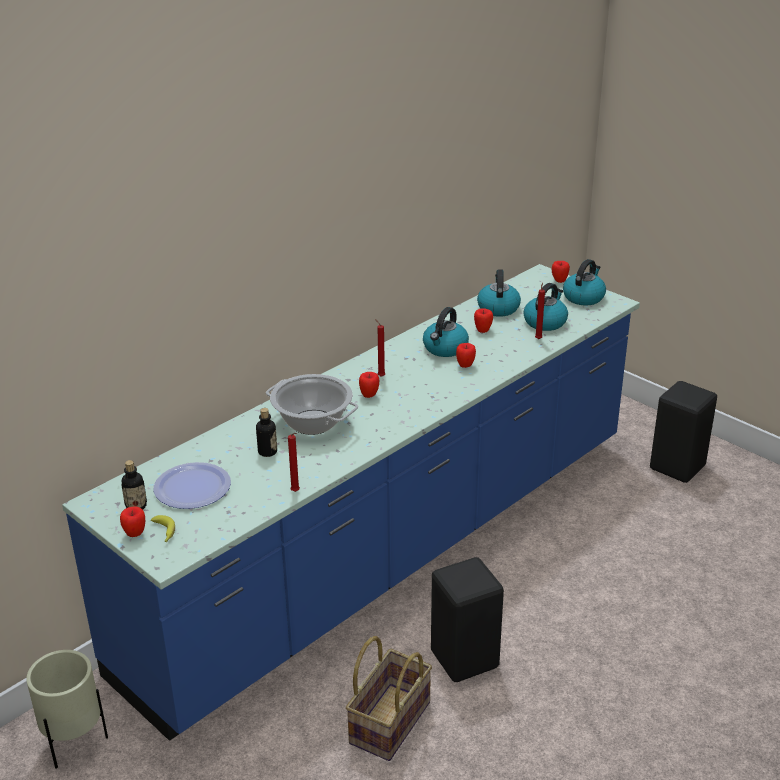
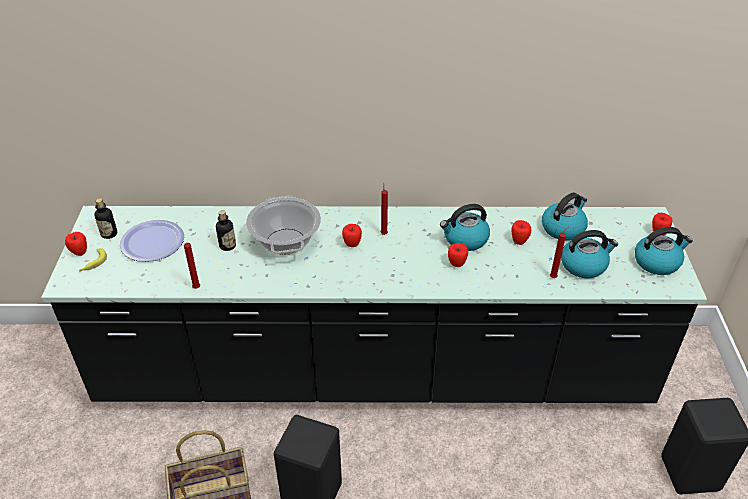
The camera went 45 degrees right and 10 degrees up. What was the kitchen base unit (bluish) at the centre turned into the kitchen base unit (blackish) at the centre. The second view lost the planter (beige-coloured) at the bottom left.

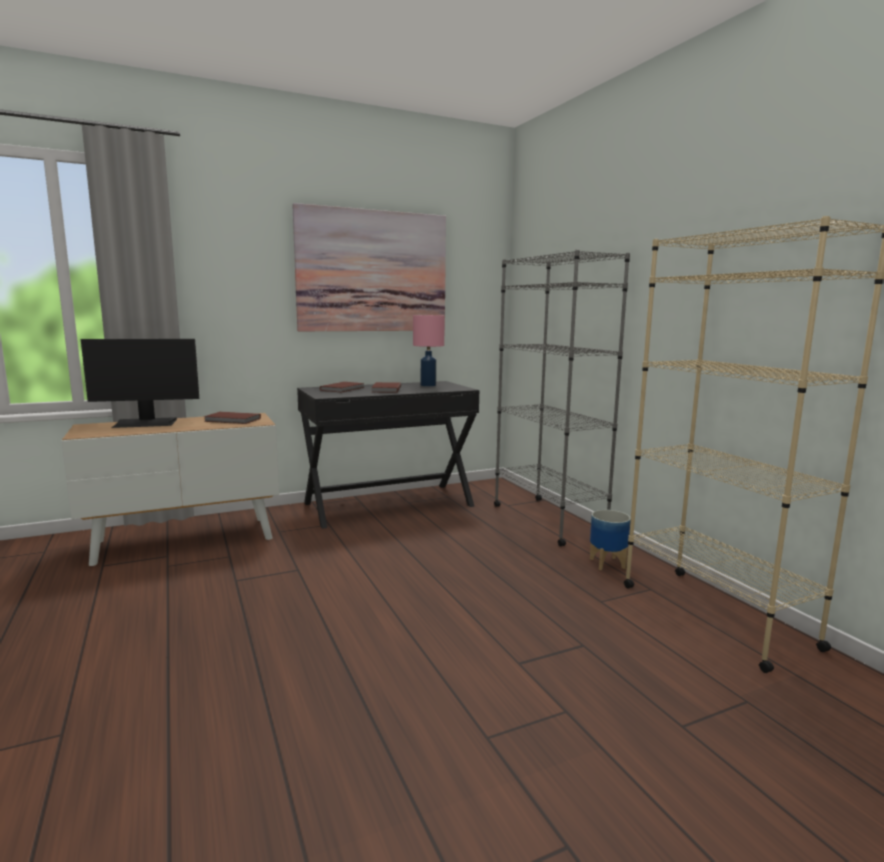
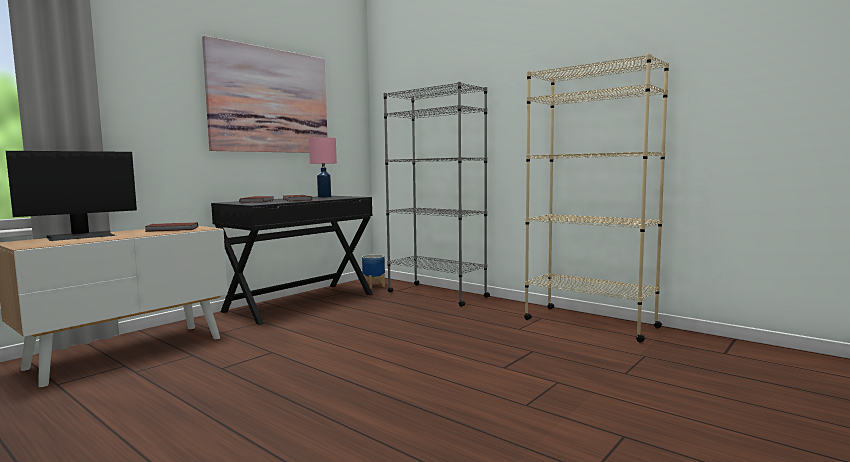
The camera went 25 degrees left and 5 degrees down. The planter ended up elsewhere, having gone from the middle right to the centre.

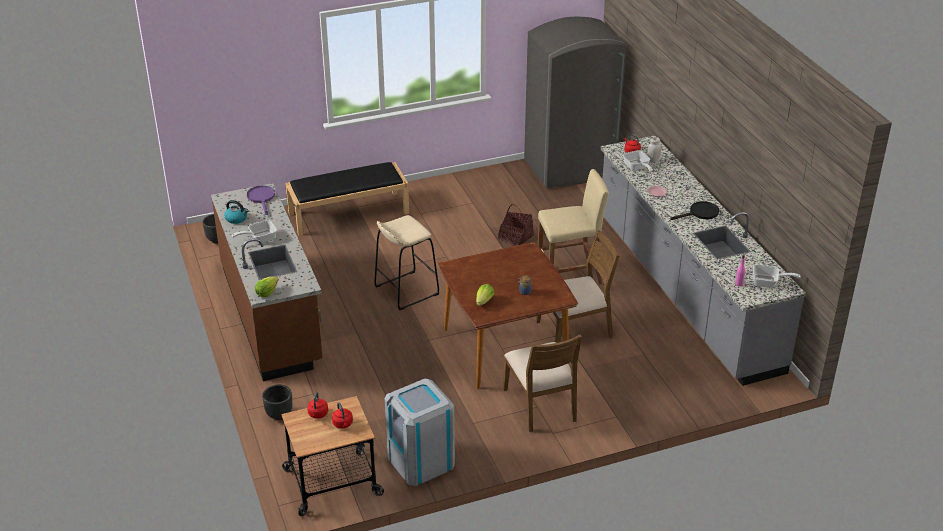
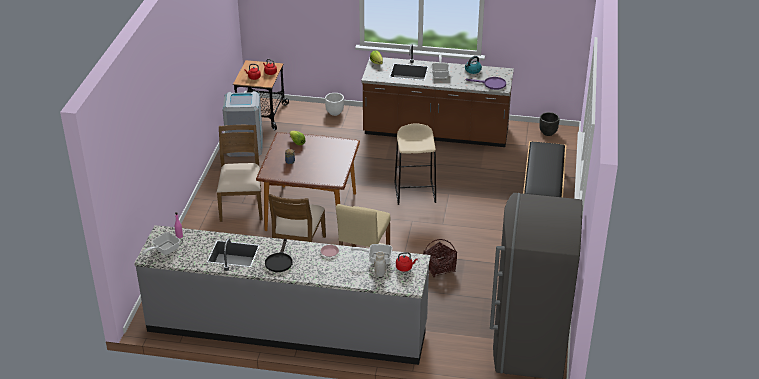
The camera went 120 degrees right and 0 degrees up. The upright chair (brownish) (1st from left) at the bottom centre ended up facing another way, 75 degrees clockwise from before. What was the planter (blackish) (2nd from left) at the bottom left turned into the planter (white-coloured) at the top centre.

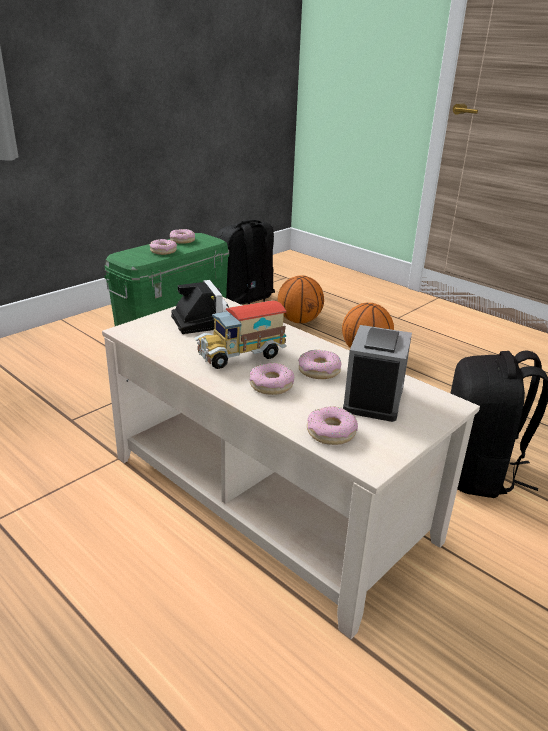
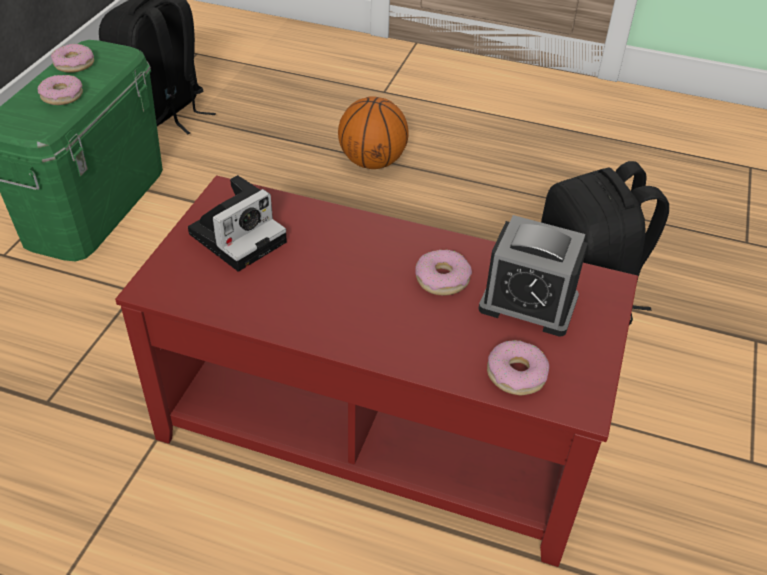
The camera went 25 degrees left and 15 degrees up. The second view lost the basketball (1st from left) at the centre. The photo camera at the centre ended up facing another way, 90 degrees clockwise from before. What was the low table (beige-coloured) at the centre turned into the low table (red) at the centre. The second view lost the model truck at the centre. The table clock at the middle right ended up facing another way, 120 degrees clockwise from before. The second view lost the doughnut (3rd from left) at the centre.

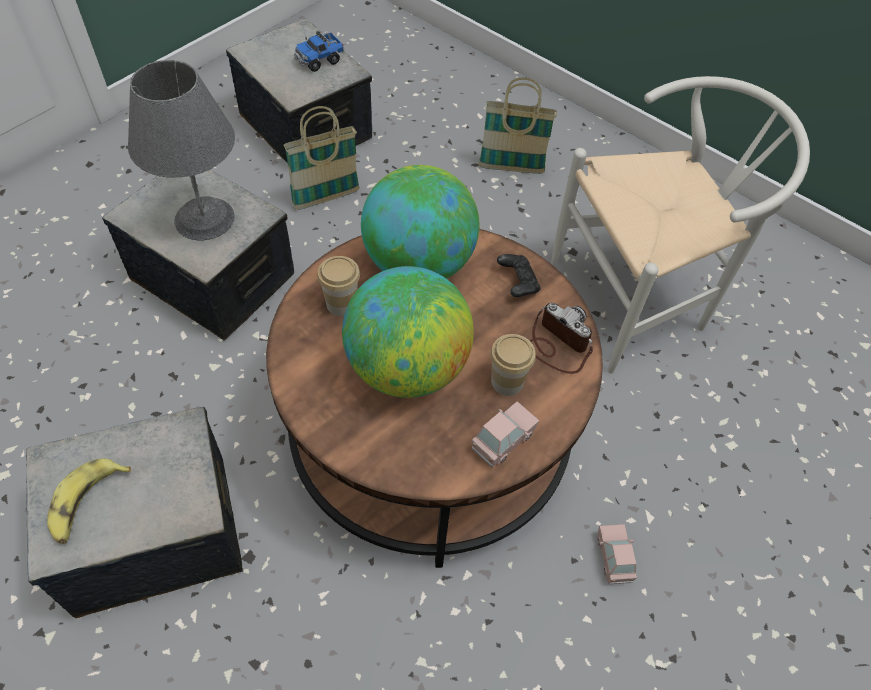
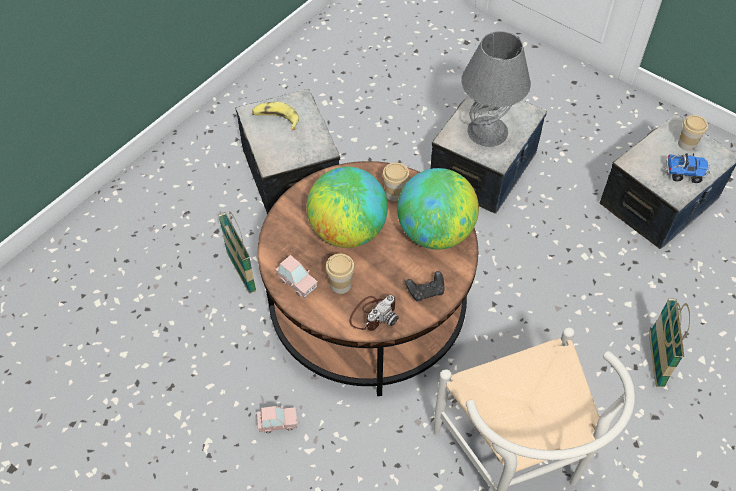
The camera went 90 degrees right and 0 degrees up. The model truck at the top centre ended up facing another way, 135 degrees clockwise from before. The basket (1st from left) ended up elsewhere, having gone from the top centre to the middle left. The second view gained the small cup (3rd from left) at the top right.

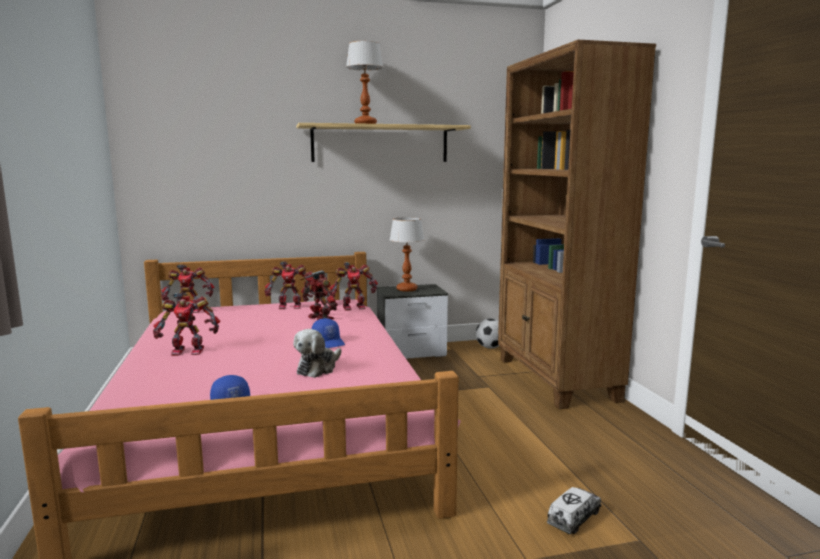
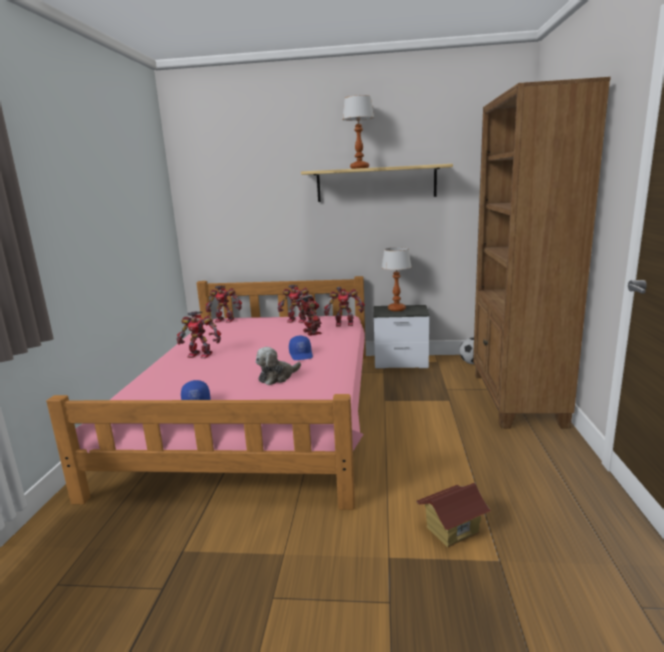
The camera went 20 degrees right and 5 degrees up. Where the model truck stood at the bottom right, the toy house came to stand at the bottom right.

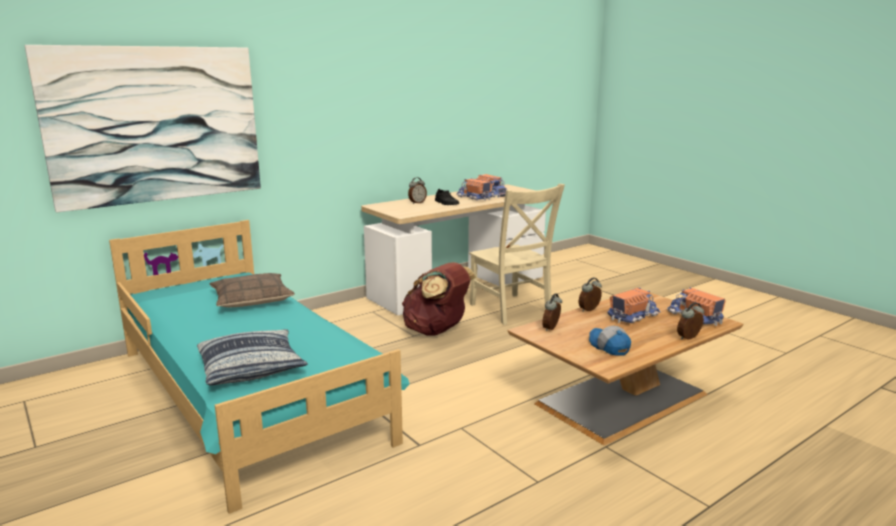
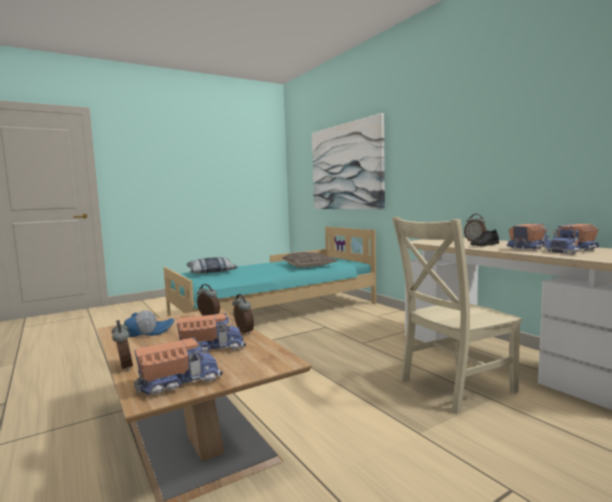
The camera went 95 degrees right and 10 degrees down. The second view lost the rucksack (brownish) at the centre. The model truck (3rd from left in the first image) at the middle right ended up facing another way, 75 degrees counterclockwise from before.

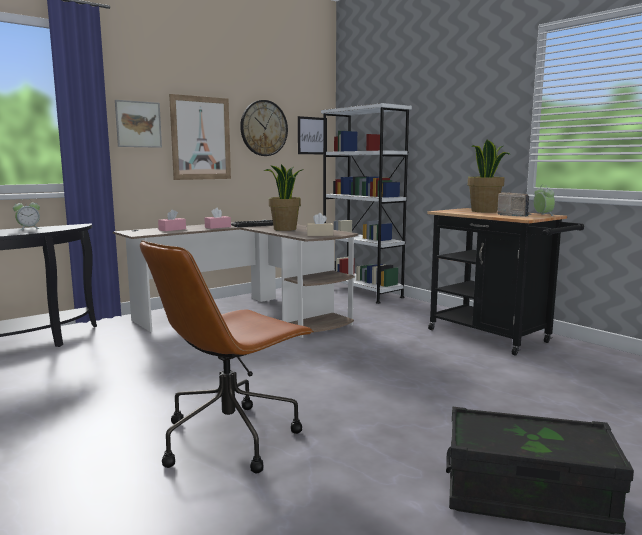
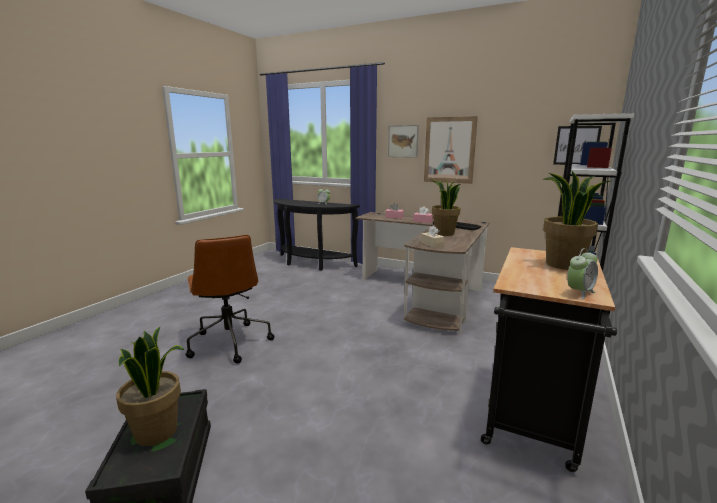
The camera went 65 degrees right and 5 degrees up. The second view lost the wall clock at the top centre. The second view lost the radio set at the middle right. The computer chair (brownish) at the bottom centre ended up facing another way, 135 degrees counterclockwise from before. The second view gained the plant in a pot (1st from left) at the bottom left.

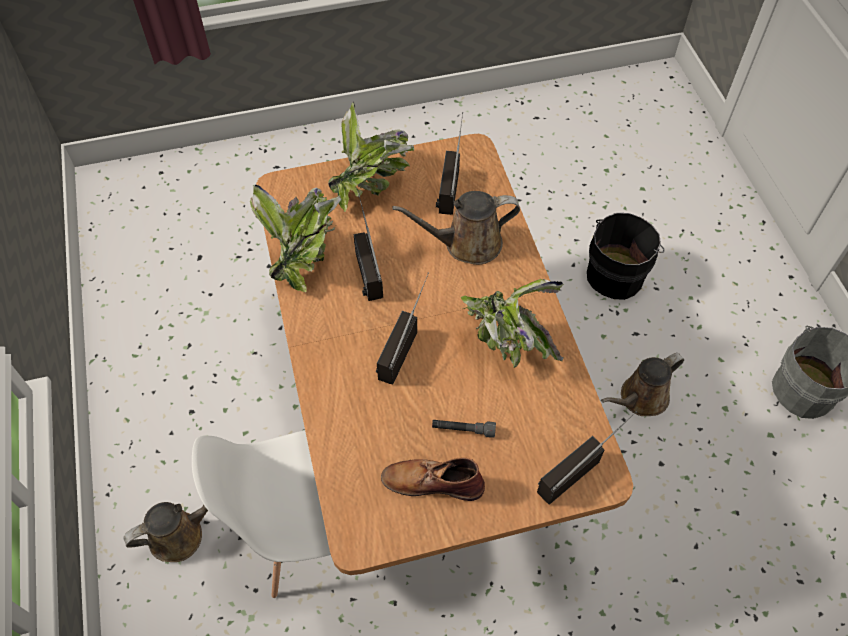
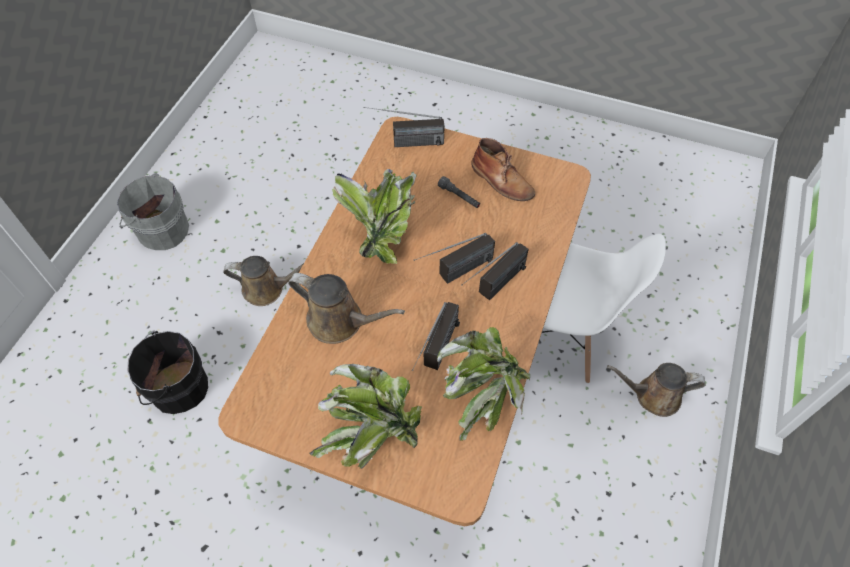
The camera went 145 degrees left and 0 degrees up. The radio set (3rd from left in the first image) ended up elsewhere, having gone from the top centre to the centre.

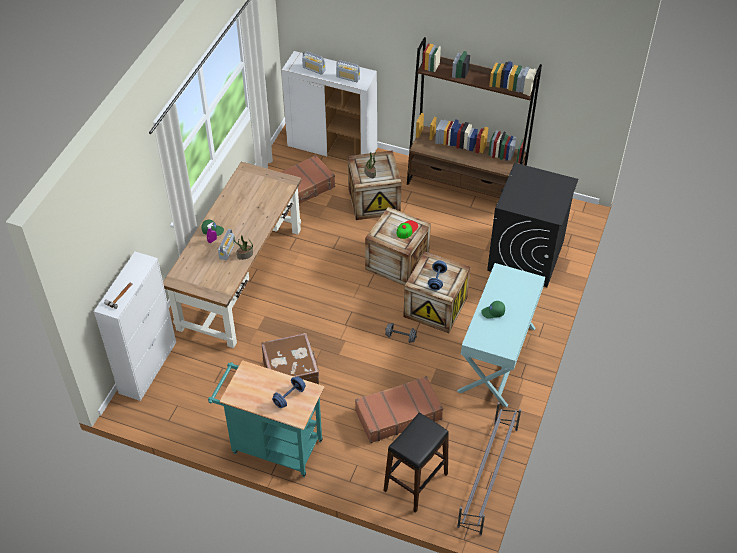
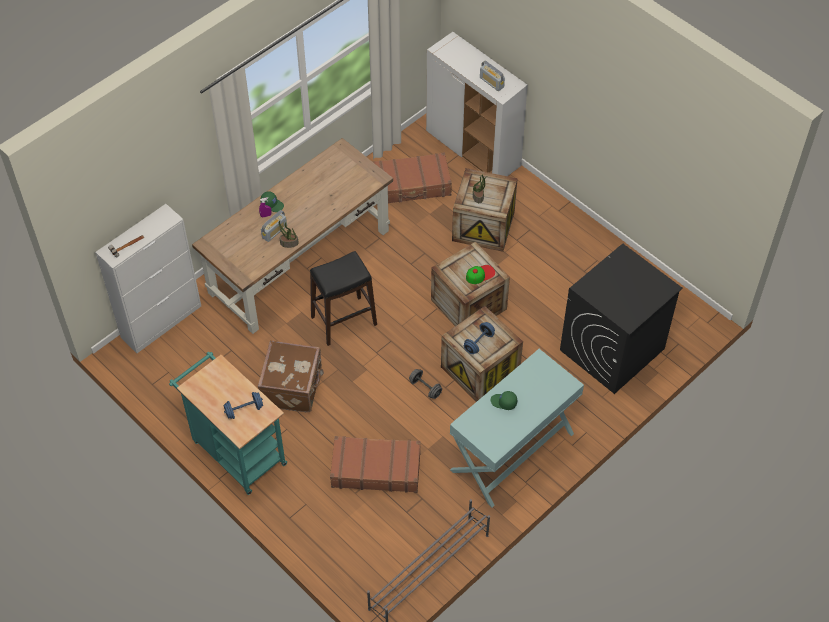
The camera went 25 degrees right and 5 degrees up. The second view lost the bookcase (brownish) at the top centre. The second view lost the radio set (2nd from left) at the top centre. The sitting stool (blackish) ended up elsewhere, having gone from the bottom centre to the centre.

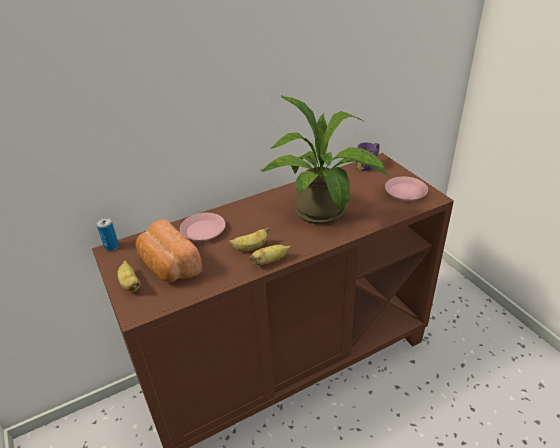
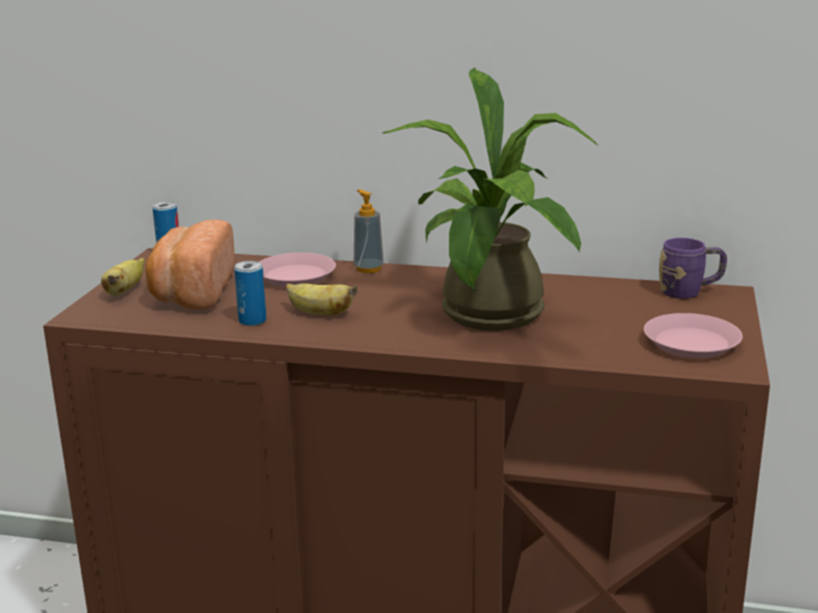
The camera went 40 degrees right and 15 degrees down. The second view lost the whole banana (3rd from left) at the centre. The second view gained the soap bottle at the centre. The second view gained the sealed can (2nd from left) at the middle left.

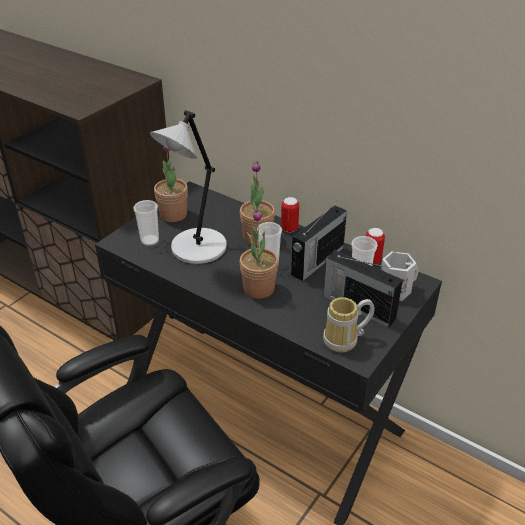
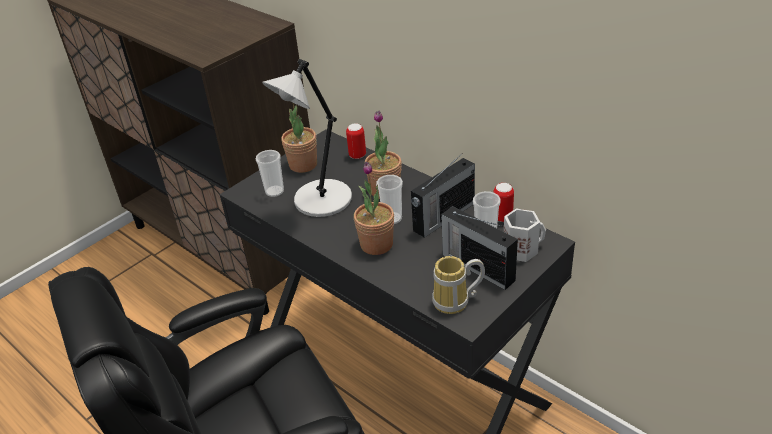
The camera went 10 degrees right and 0 degrees up. The sealed can (1st from left) ended up elsewhere, having gone from the centre to the top centre.

